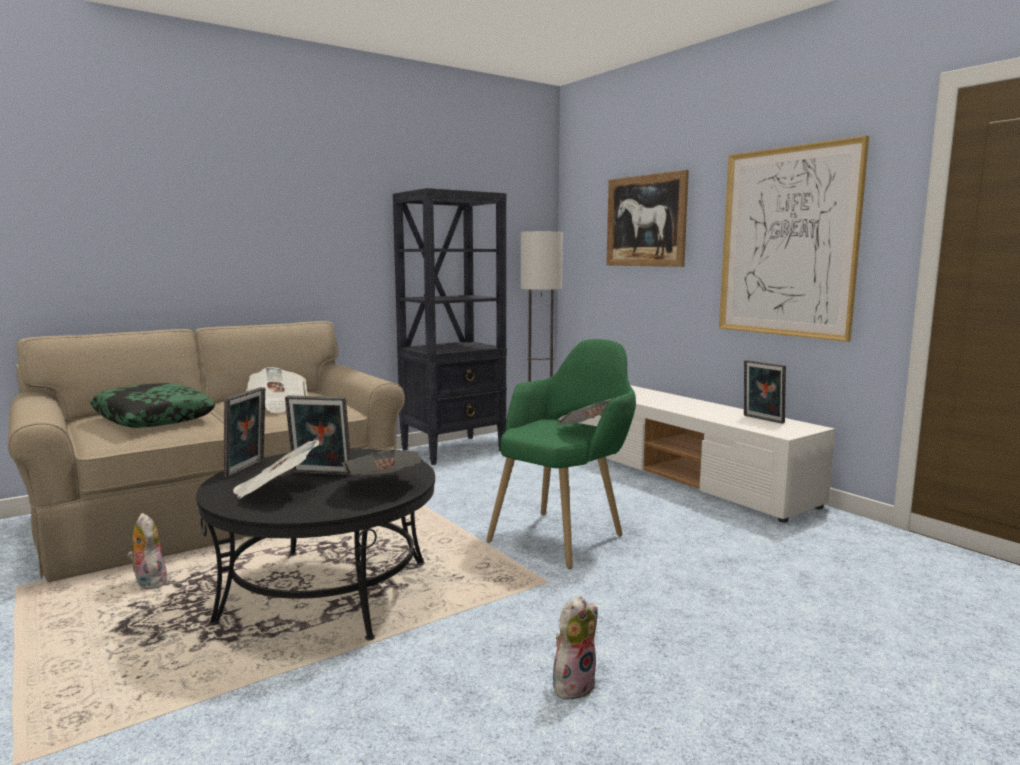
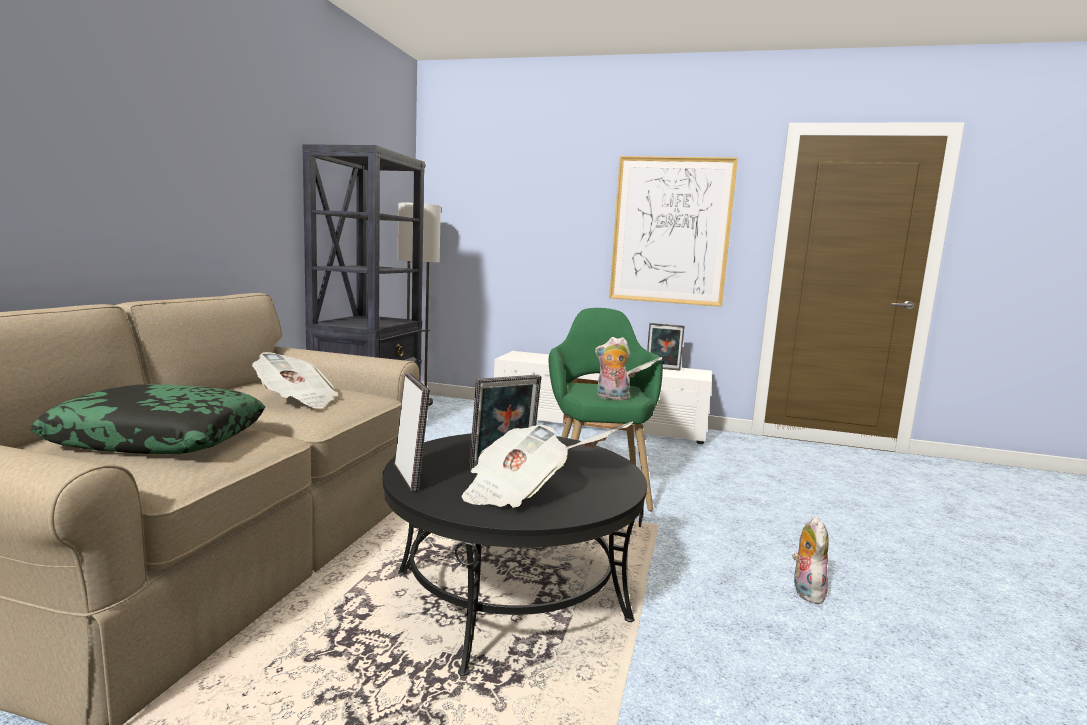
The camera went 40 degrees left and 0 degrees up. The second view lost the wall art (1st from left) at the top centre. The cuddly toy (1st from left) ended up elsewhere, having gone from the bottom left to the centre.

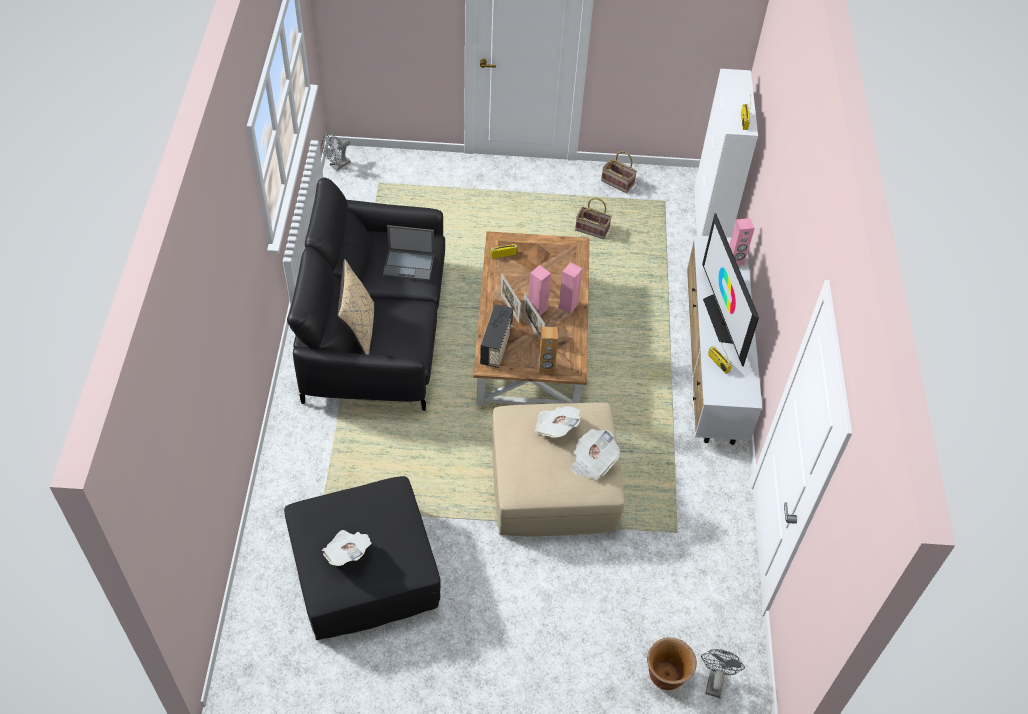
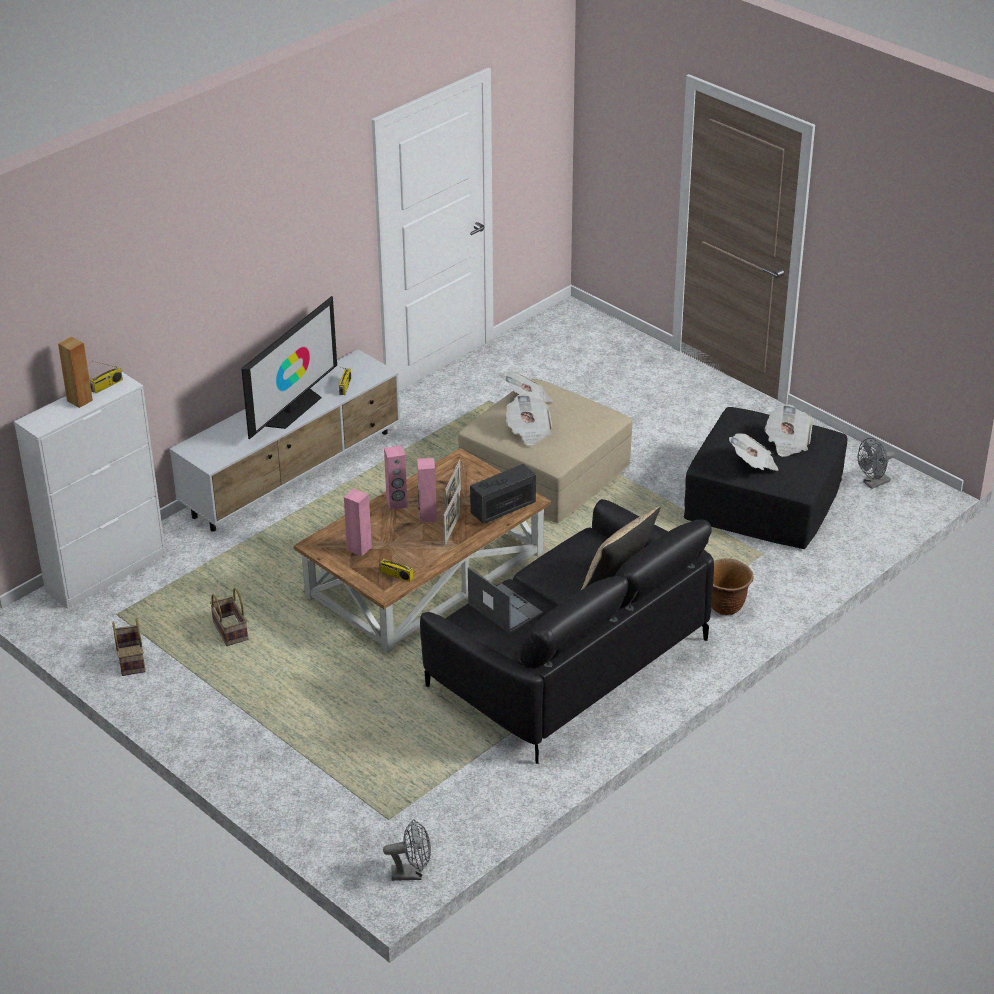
The camera went 135 degrees left and 15 degrees down. The audio speaker (pink) (3rd from left in the first image) ended up elsewhere, having gone from the middle right to the centre. The audio speaker (brownish) ended up elsewhere, having gone from the centre to the middle left. The planter (brownish) ended up elsewhere, having gone from the bottom centre to the middle right. The electric fan (gray) (2nd from left) ended up elsewhere, having gone from the bottom right to the middle right. The second view gained the printed paper (3rd from left) at the middle right.

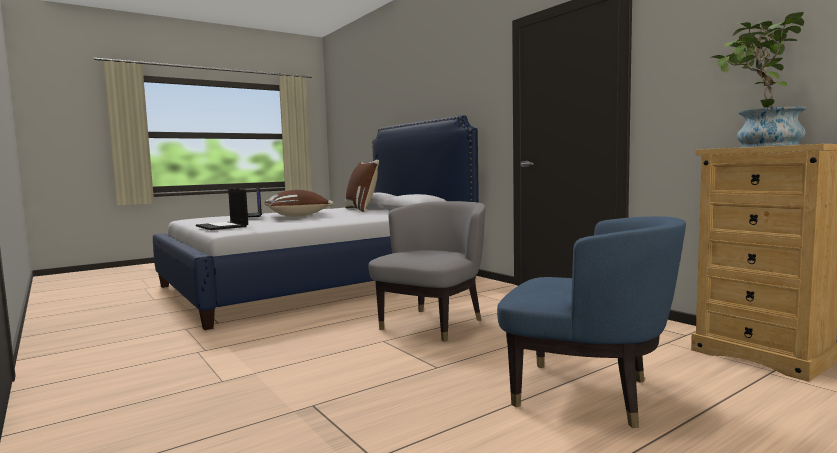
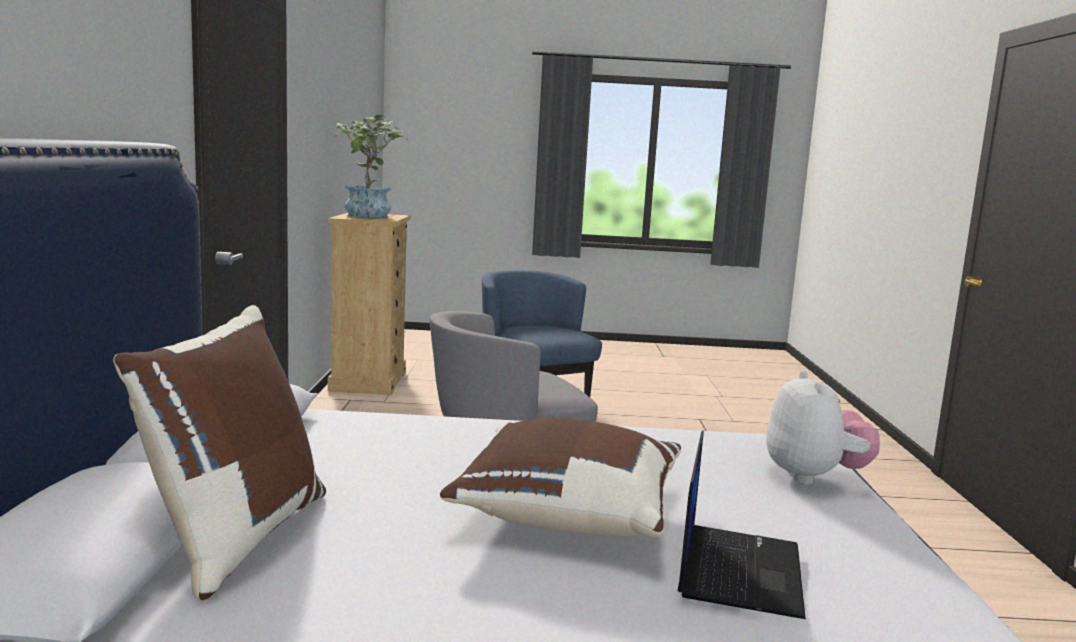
The camera went 145 degrees left and 5 degrees up. Where the portable computer (1st from left) stood at the middle left, the cuddly toy came to stand at the middle right.

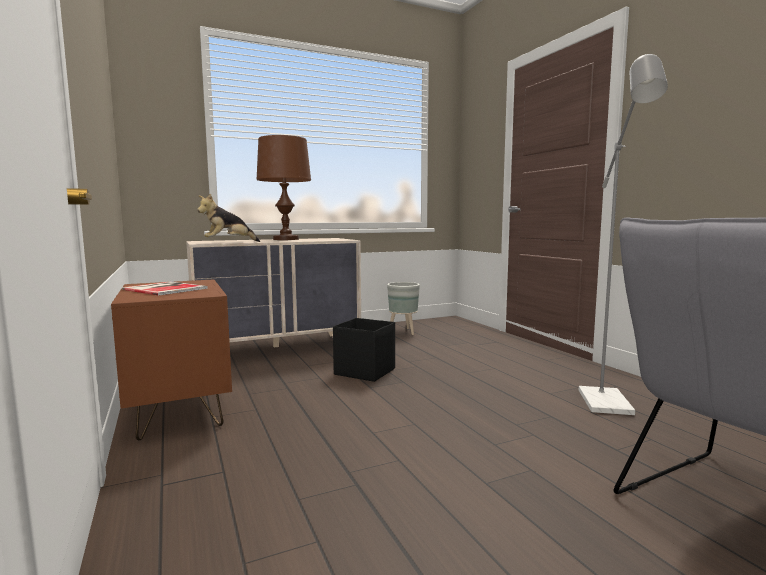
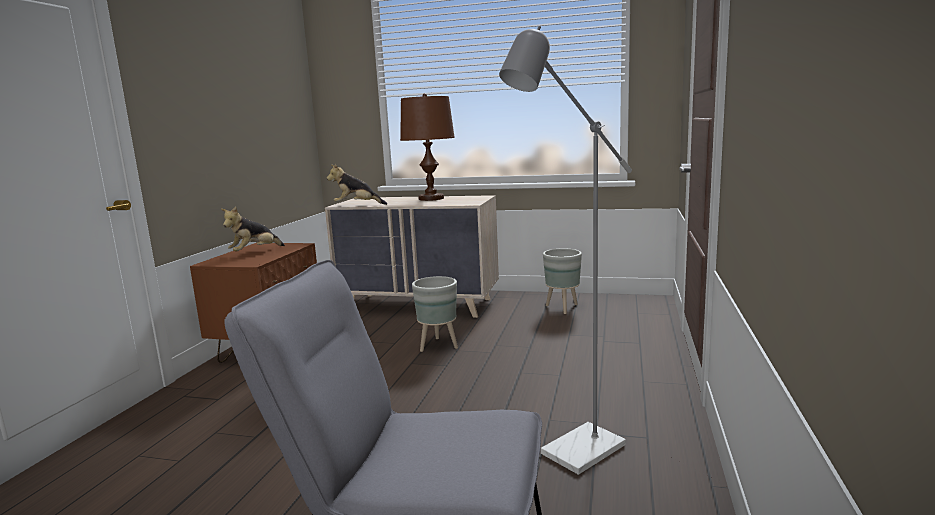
The camera went 40 degrees right and 5 degrees up. Where the book stood at the middle left, the cuddly toy (1st from left) came to stand at the middle left. Where the storage container (blackish) stood at the centre, the planter (gray) (1st from left) came to stand at the centre.

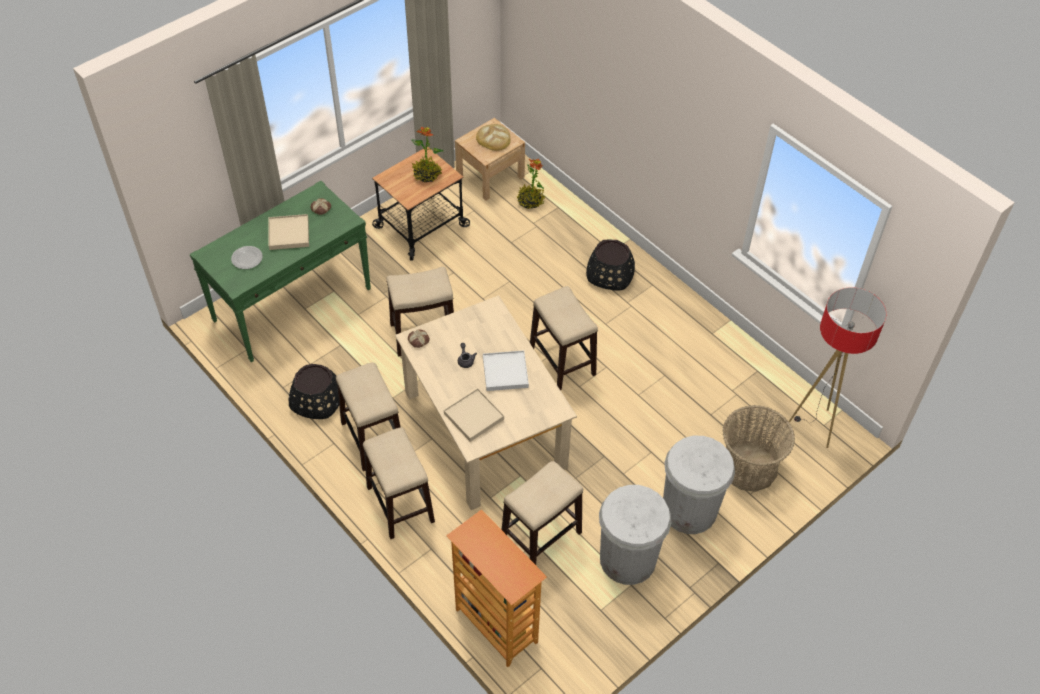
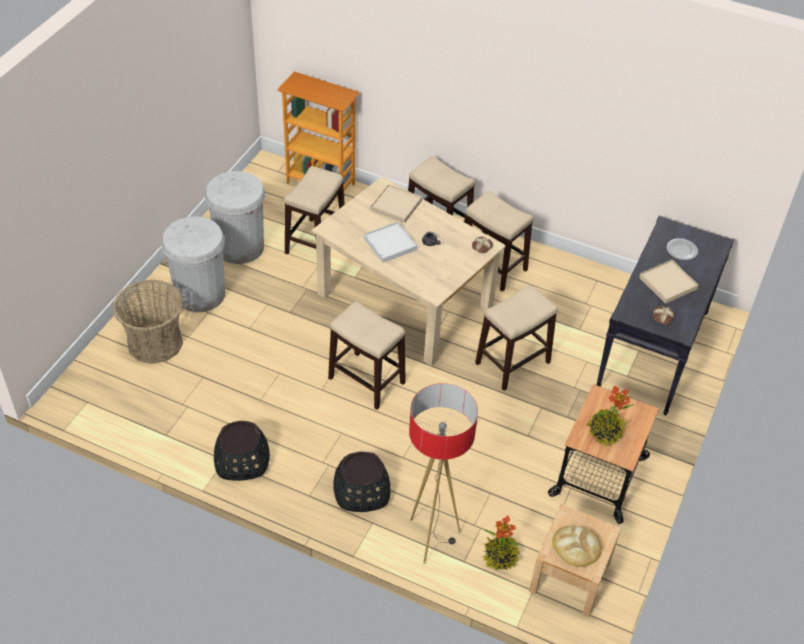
The camera went 155 degrees right and 5 degrees down. What was the hall table (green-coloured) at the middle left turned into the hall table (blackish) at the middle right. The standing lamp ended up elsewhere, having gone from the middle right to the bottom centre. The planter (blackish) (1st from left) ended up elsewhere, having gone from the middle left to the bottom left.

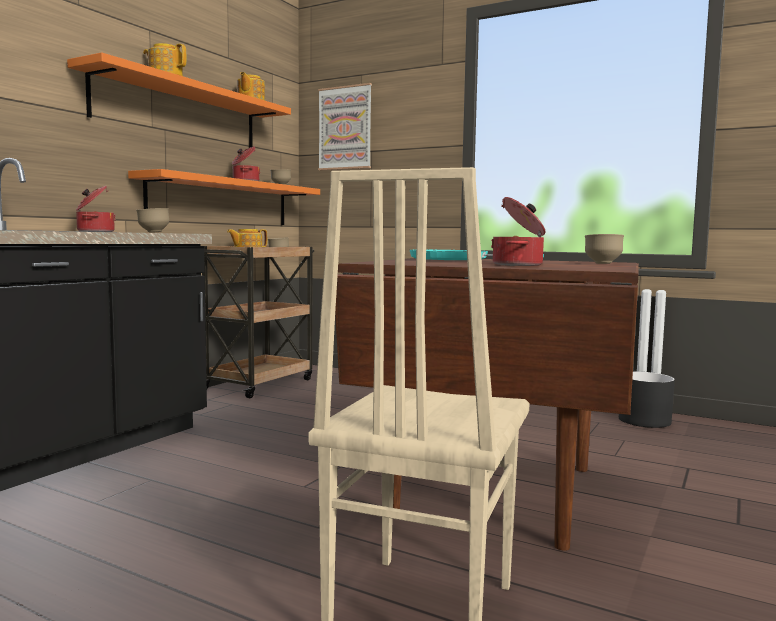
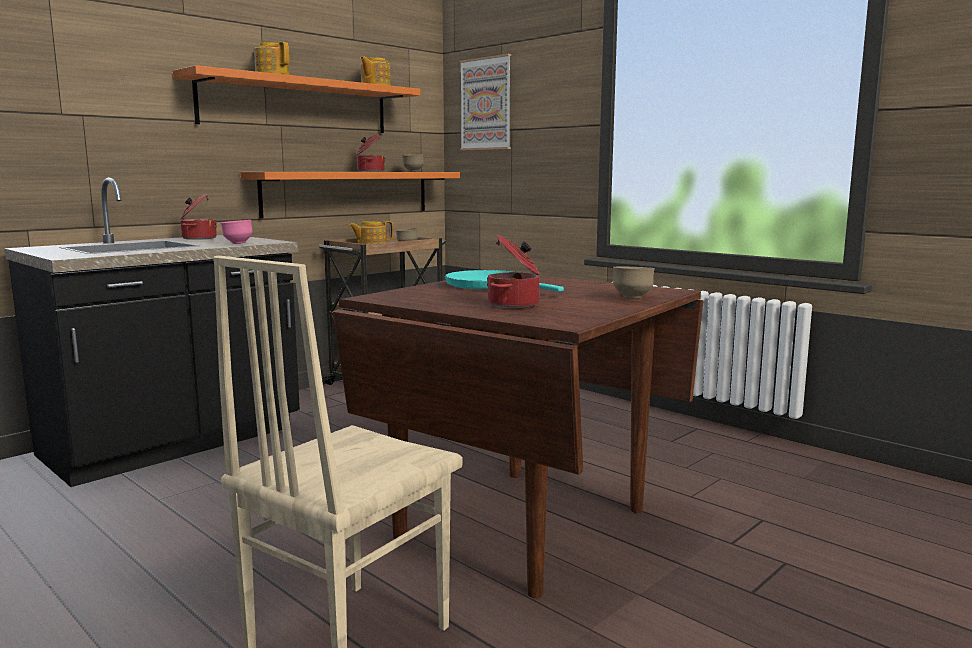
The camera went 15 degrees right and 5 degrees up. What was the deep dish (brownish) (1st from left) at the middle left turned into the deep dish (pink) at the middle left. The second view lost the planter (blackish) at the middle right.

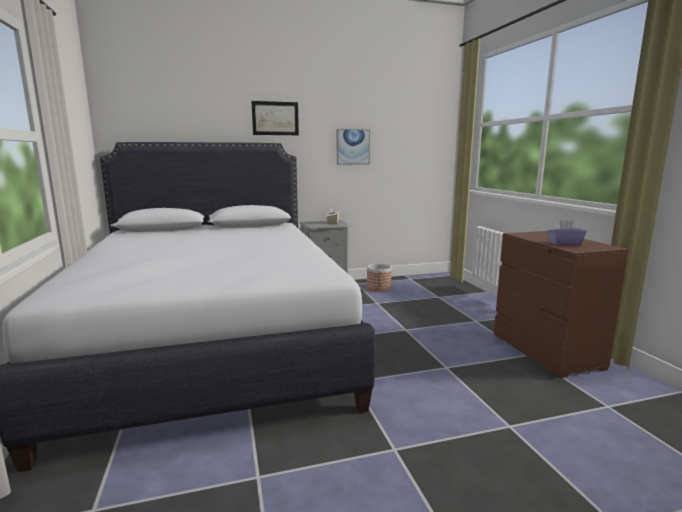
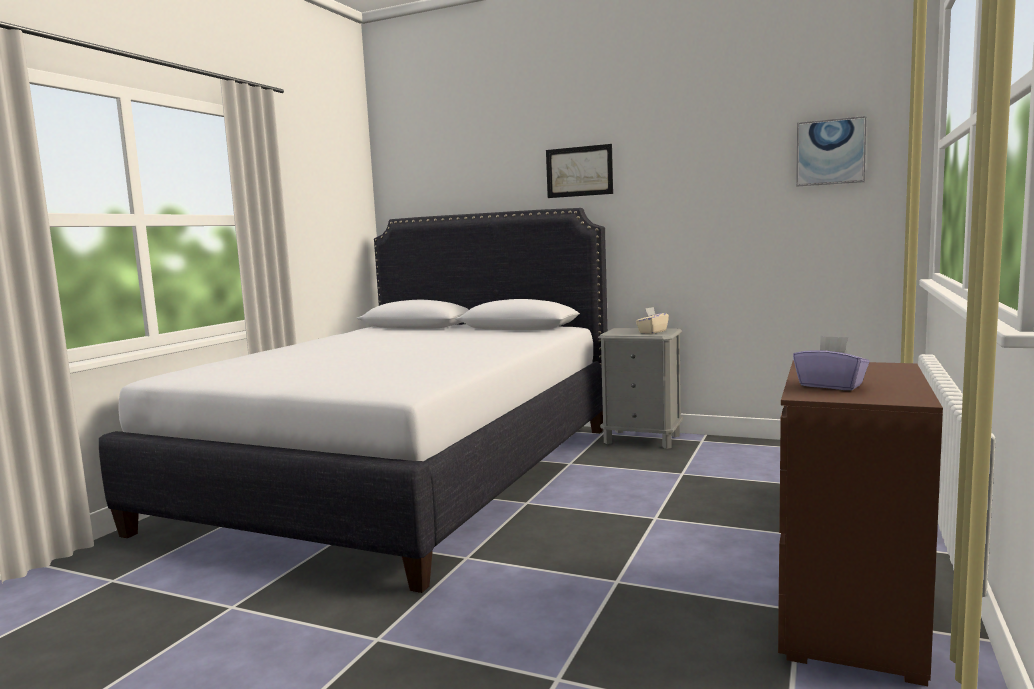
The camera went 40 degrees right and 5 degrees down. The wall art (2nd from left) ended up elsewhere, having gone from the top centre to the top right. The second view lost the planter at the centre.

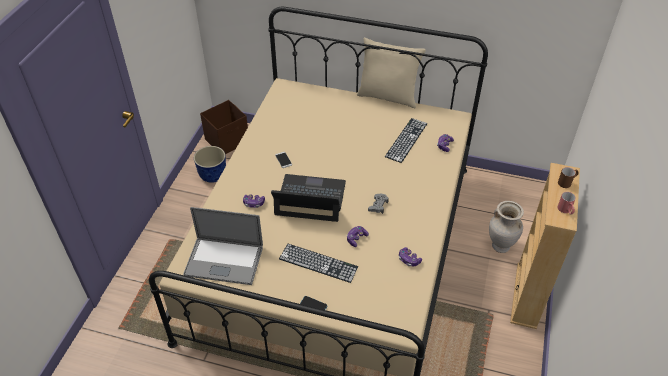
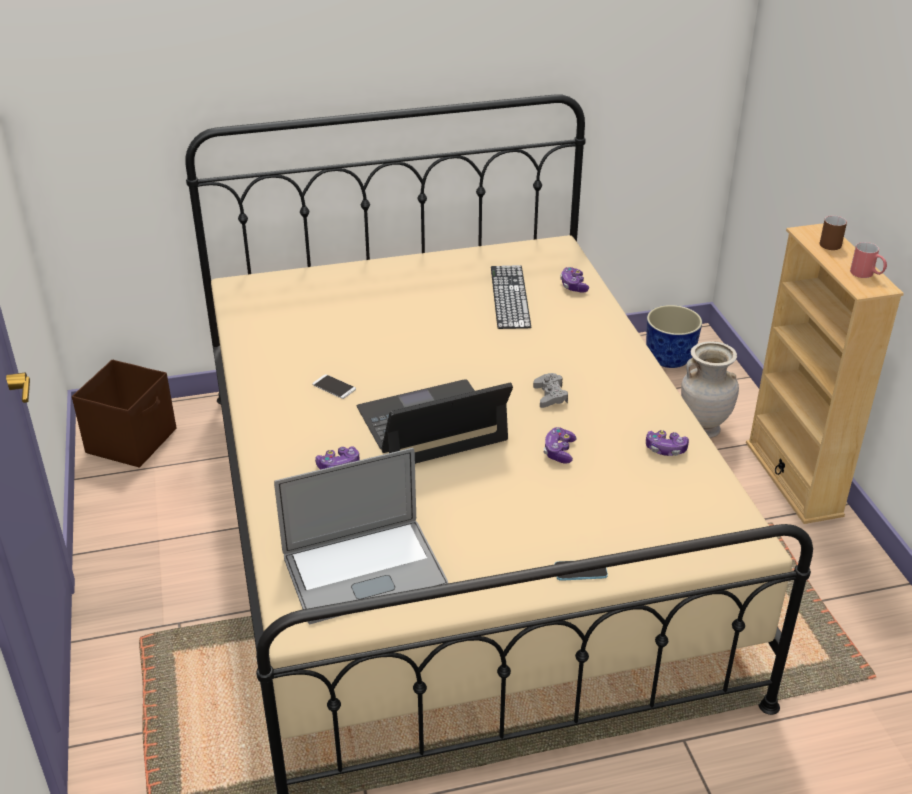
The camera went 30 degrees left and 10 degrees down. The second view lost the pillow (beige-coloured) at the top centre. The planter ended up elsewhere, having gone from the middle left to the middle right. The second view lost the PC keyboard (1st from left) at the bottom centre.

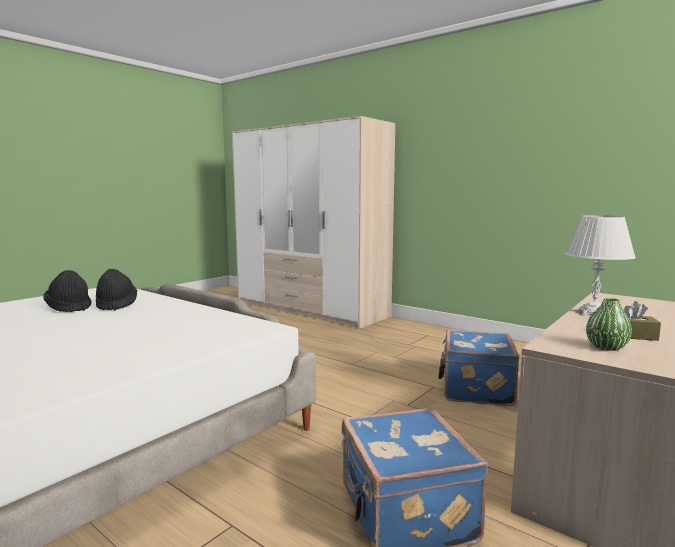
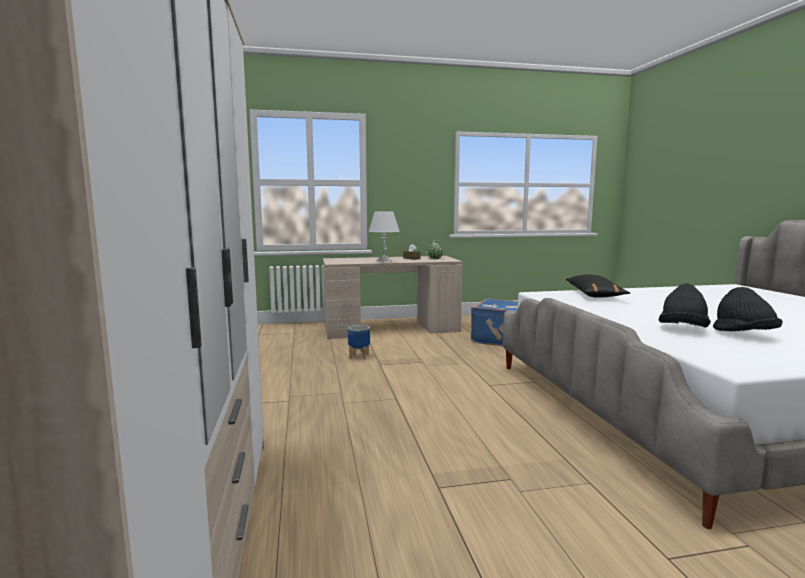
The camera went 140 degrees left and 0 degrees up. Where the piece of luggage (bluish) (2nd from left) stood at the bottom right, the planter came to stand at the centre. The second view gained the pillow (blackish) at the middle right.

